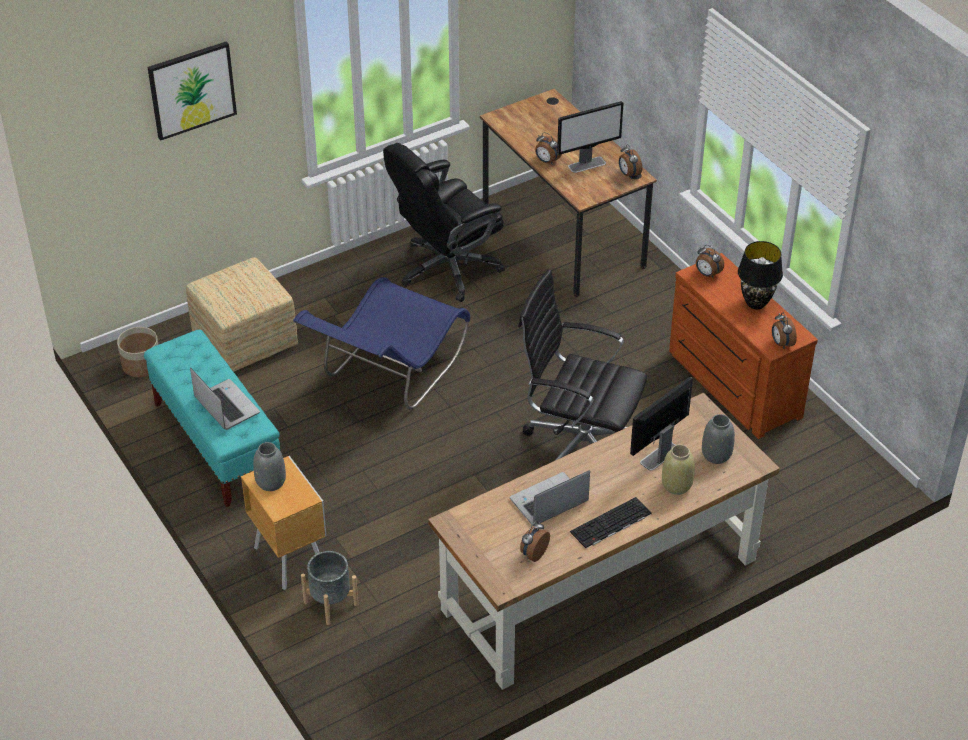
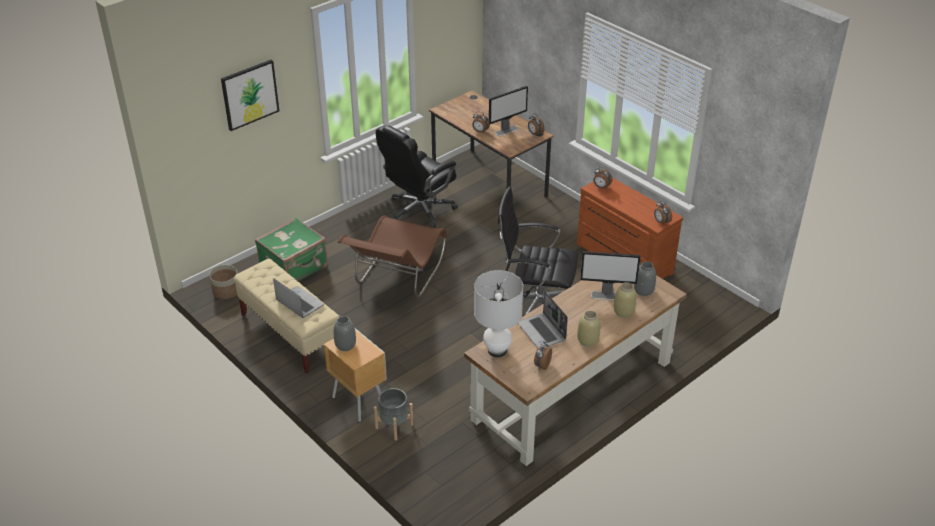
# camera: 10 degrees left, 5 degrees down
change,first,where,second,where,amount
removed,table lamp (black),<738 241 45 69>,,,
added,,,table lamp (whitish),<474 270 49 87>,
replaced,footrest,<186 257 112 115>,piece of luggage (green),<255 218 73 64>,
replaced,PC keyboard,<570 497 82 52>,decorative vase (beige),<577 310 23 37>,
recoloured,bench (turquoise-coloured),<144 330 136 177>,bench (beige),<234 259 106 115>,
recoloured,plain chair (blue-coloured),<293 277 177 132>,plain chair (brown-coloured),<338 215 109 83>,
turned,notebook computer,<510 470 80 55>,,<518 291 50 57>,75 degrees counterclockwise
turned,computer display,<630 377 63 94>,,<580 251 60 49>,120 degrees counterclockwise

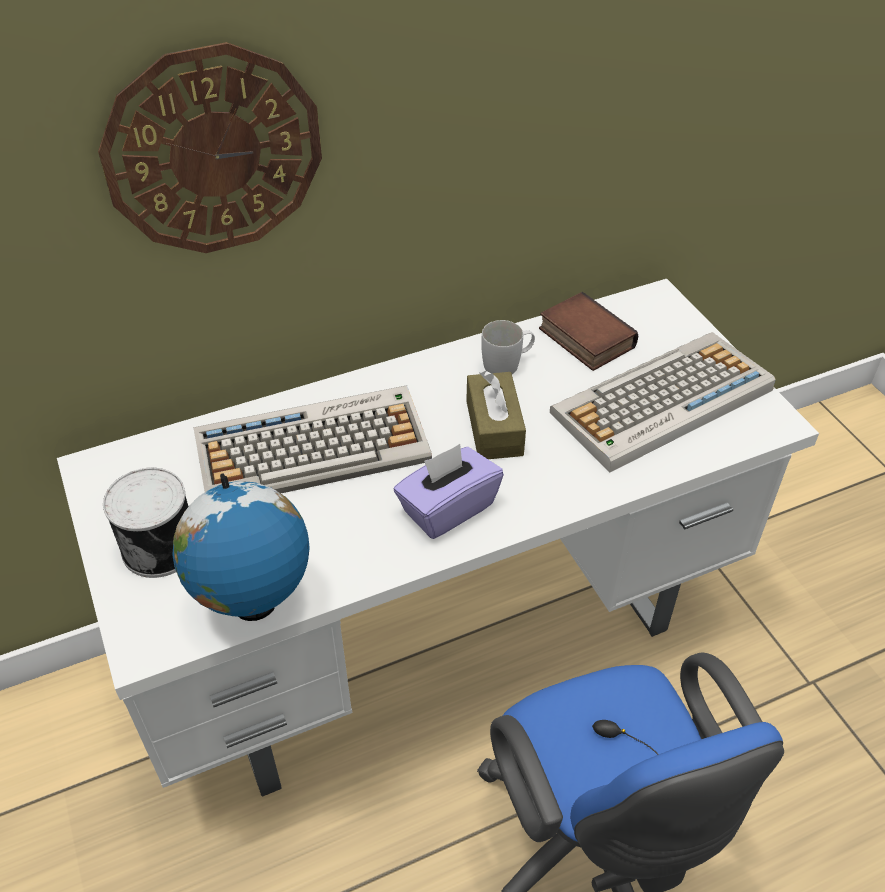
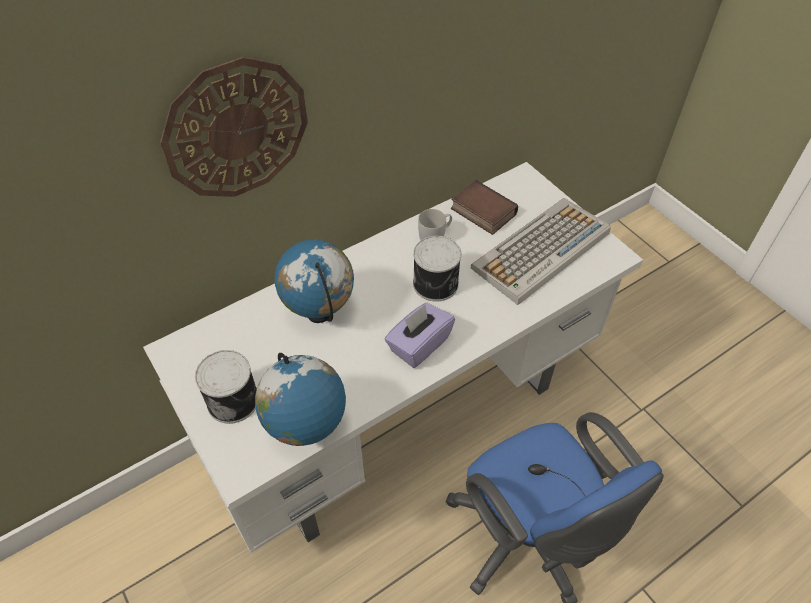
# camera: 10 degrees left, 5 degrees up
change,first,where,second,where,amount
replaced,PC keyboard,<194 385 238 108>,globe,<274 239 80 84>,
replaced,tissue holder (brown-coloured),<466 371 60 88>,sealed can,<413 236 48 66>,

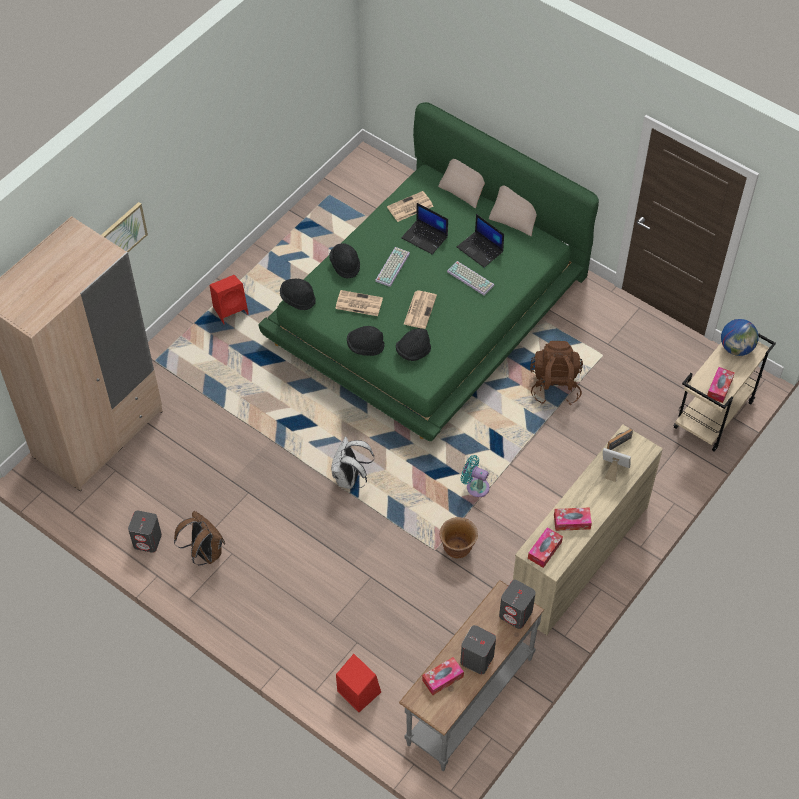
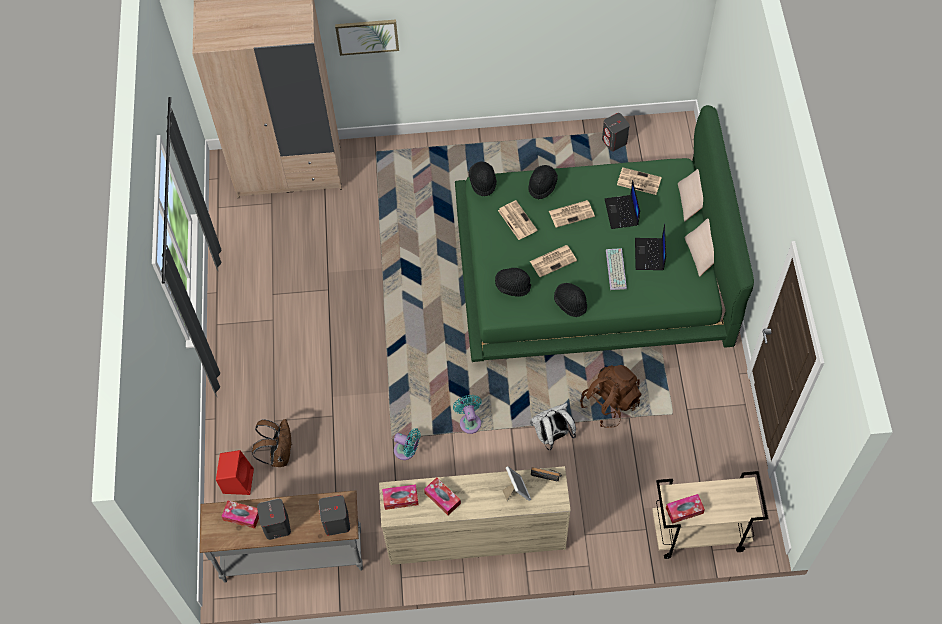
# camera: 50 degrees right, 5 degrees up
change,first,where,second,where,amount
removed,speaker (red-coloured),<210 275 39 49>,,,
removed,globe,<721 319 38 37>,,,
moved,speaker (gray),<128 510 34 43>,,<602 113 28 38>,
moved,rucksack (brown-coloured),<174 511 51 54>,,<252 419 40 48>,
moved,rucksack (whitish),<331 436 43 53>,,<530 403 46 47>,
moved,wearable hat (black),<347 326 38 30>,,<554 283 33 34>,
replaced,PC keyboard,<375 247 35 40>,printed paper,<549 200 46 28>,
replaced,planter (brown-coloured),<440 517 38 41>,electric fan (turquoise-coloured),<394 428 27 32>,

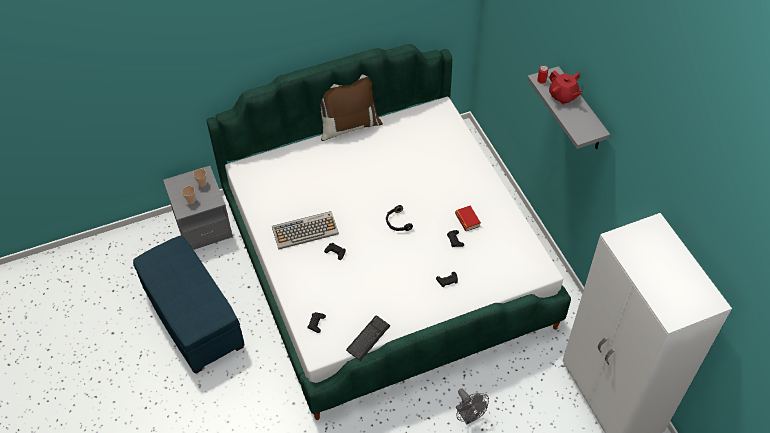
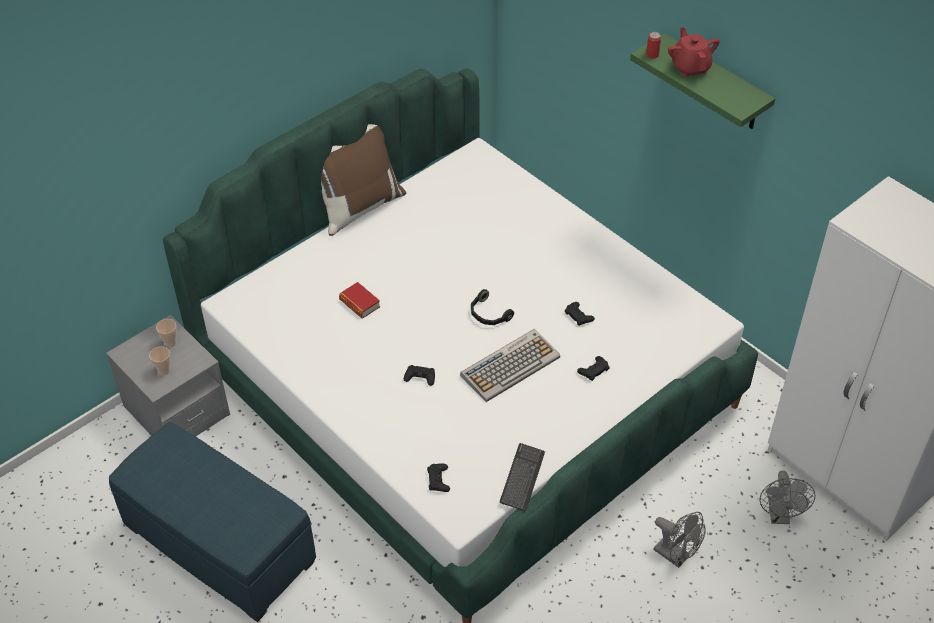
# camera: 20 degrees left, 5 degrees down
change,first,where,second,where,amount
added,,,electric fan (gray),<760 470 55 54>,
moved,PC keyboard,<272 211 67 39>,,<460 329 100 73>,
moved,book,<455 205 26 26>,,<339 282 41 36>,
recoloured,bracket shelf (gray),<527 66 83 83>,bracket shelf (green),<630 33 145 96>,
turned,pot for tea (red-coloured),<549 70 34 34>,,<668 27 52 50>,135 degrees counterclockwise

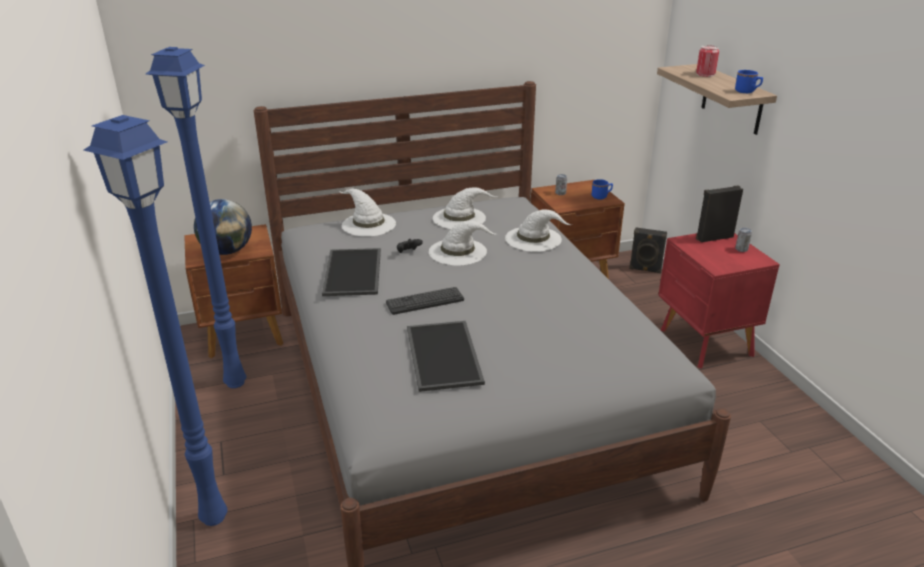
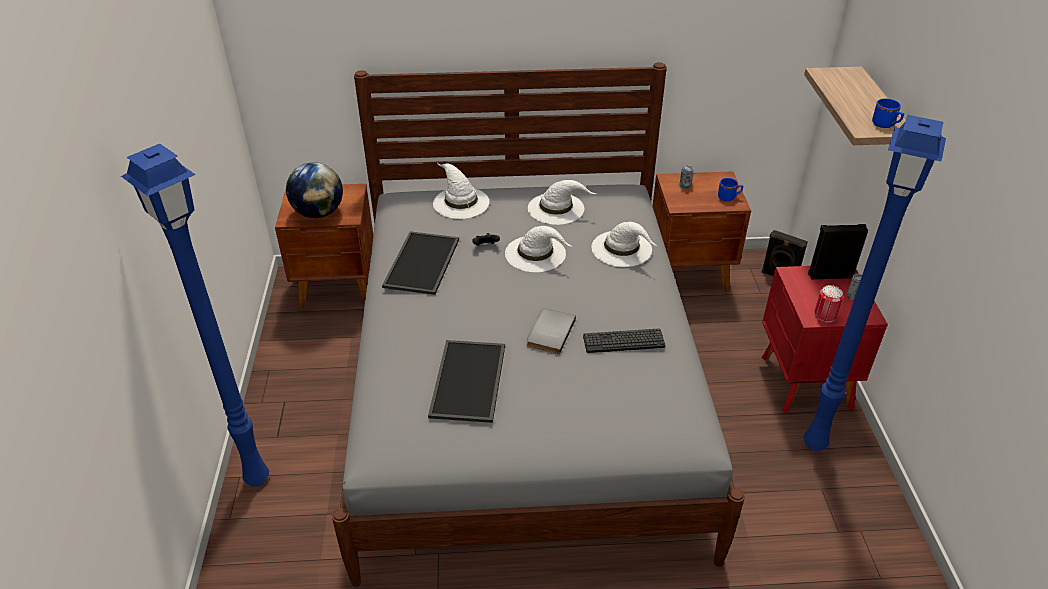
# camera: 15 degrees right, 10 degrees up
change,first,where,second,where,amount
added,,,book (gray),<527 308 49 46>,
moved,standing lamp (blue-coloured),<146 47 100 341>,,<804 115 142 336>,
moved,PC keyboard,<386 287 78 28>,,<583 329 82 24>,
moved,sealed can,<696 45 23 32>,,<814 285 29 38>,

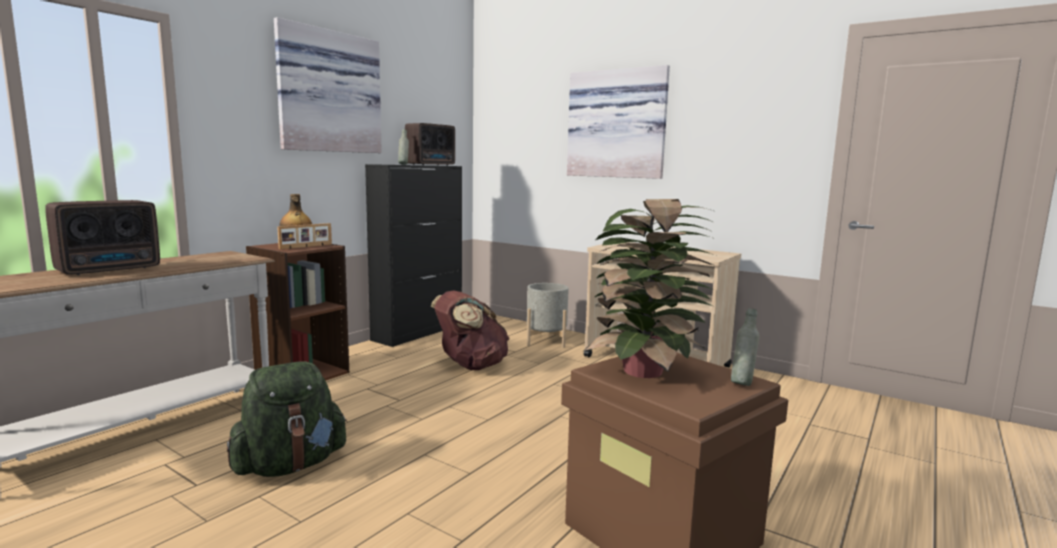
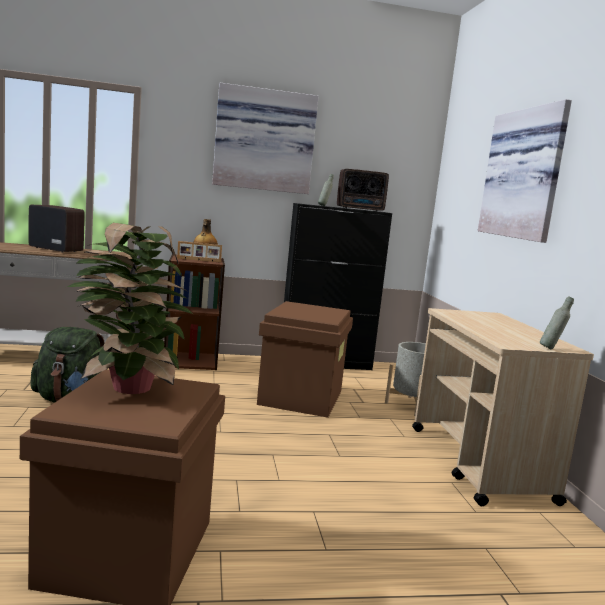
# camera: 45 degrees right, 0 degrees up
change,first,where,second,where,amount
moved,beverage bottle (gray),<731 308 28 78>,,<540 296 34 53>,
replaced,rucksack (brown-coloured),<431 290 79 80>,storage box (brown-coloured),<257 301 96 117>,
turned,radio set,<45 200 115 75>,,<28 205 57 48>,150 degrees counterclockwise

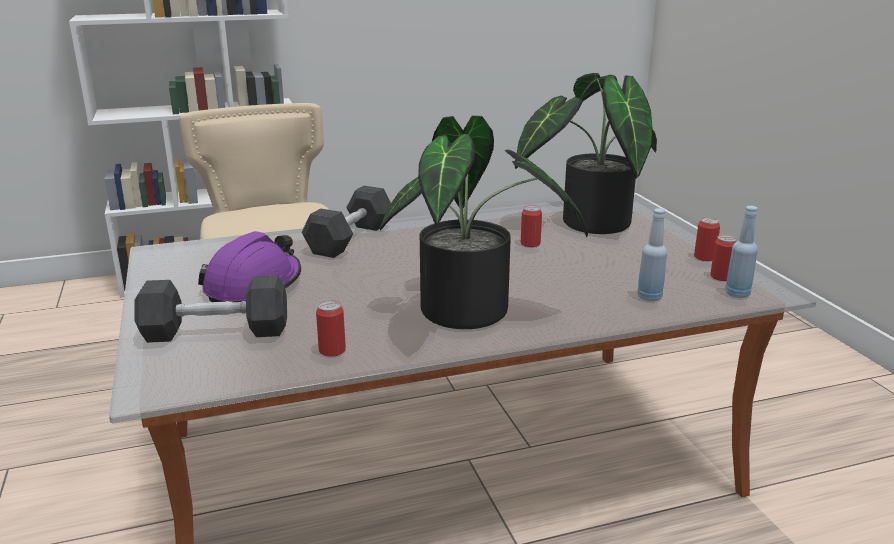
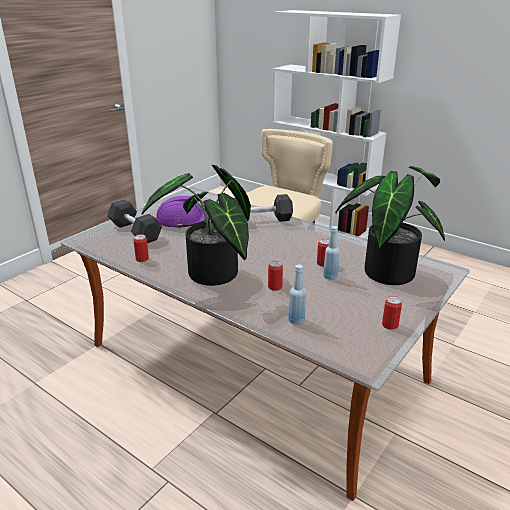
# camera: 55 degrees right, 5 degrees up
change,first,where,second,where,amount
moved,sealed can,<710 235 28 46>,,<268 260 15 31>,
moved,beverage bottle (blue-coloured),<725 206 33 92>,,<323 226 17 54>,

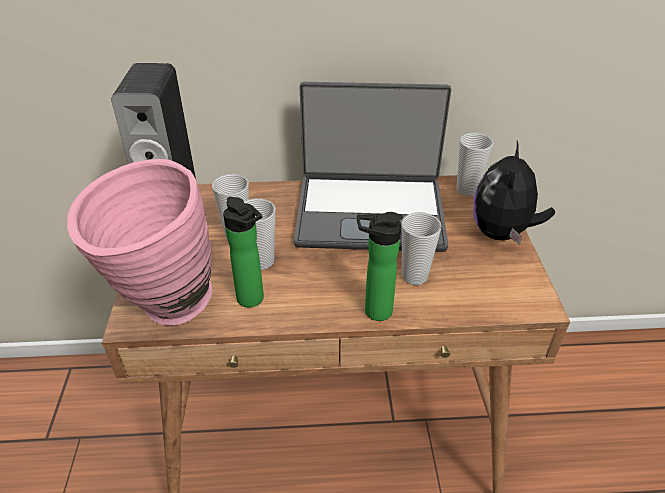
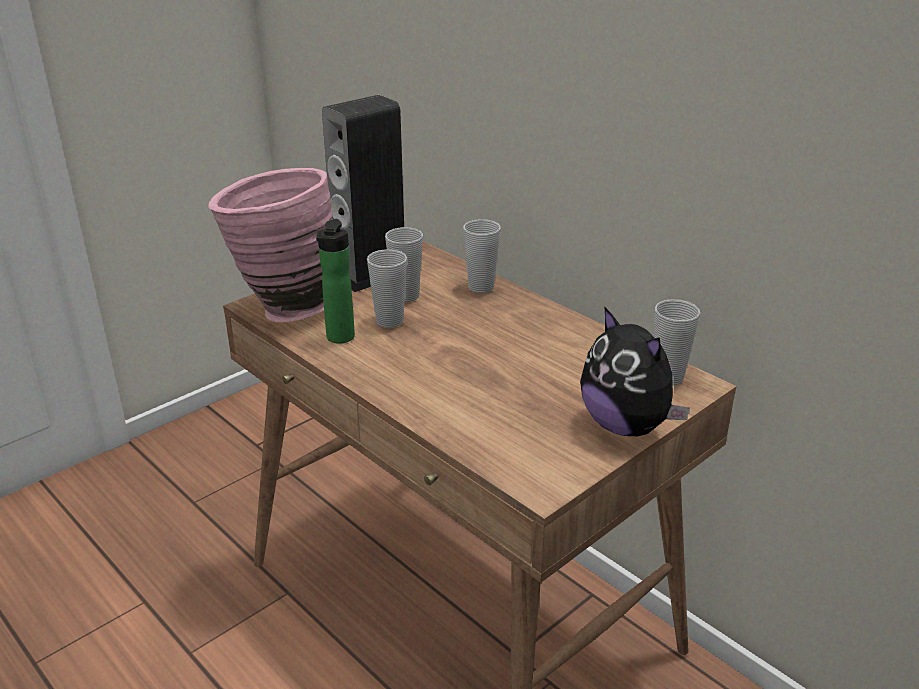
# camera: 50 degrees right, 10 degrees down
change,first,where,second,where,amount
removed,notebook computer,<294 82 157 170>,,,
removed,beverage bottle,<357 212 46 109>,,,
moved,drinking cup,<402 212 40 73>,,<463 219 38 74>,
turned,soft toy,<473 141 82 104>,,<580 306 110 130>,105 degrees counterclockwise

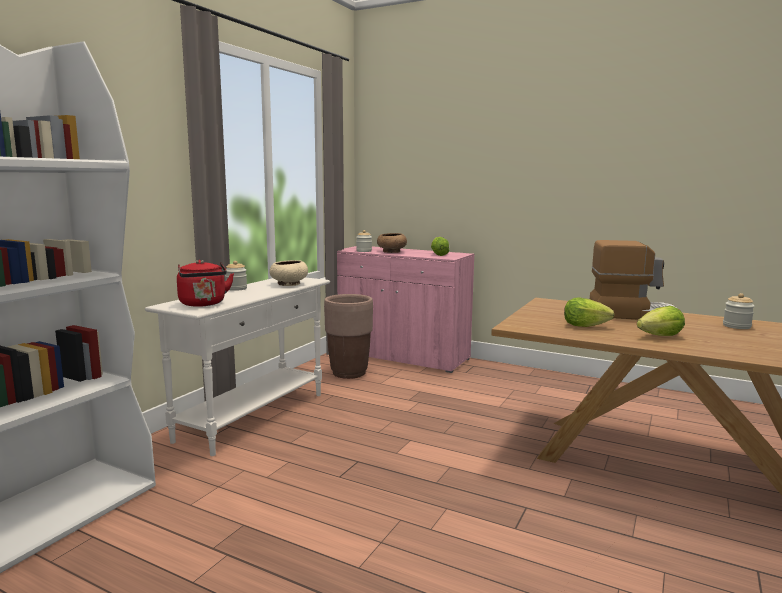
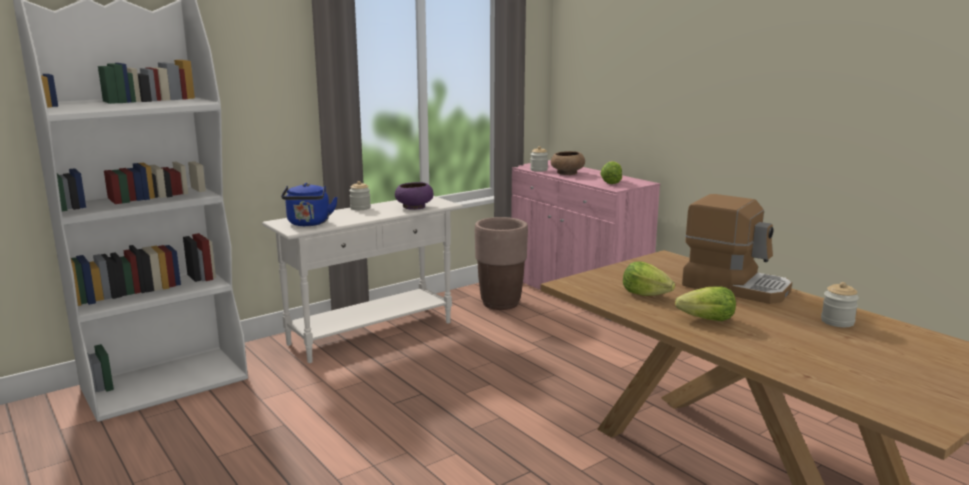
# camera: 25 degrees right, 5 degrees up
change,first,where,second,where,amount
recoloured,tea kettle (red-coloured),<177 260 57 47>,tea kettle (blue-coloured),<281 183 57 43>,
recoloured,serving bowl (beige),<270 260 38 26>,serving bowl (purple-coloured),<395 182 39 28>,

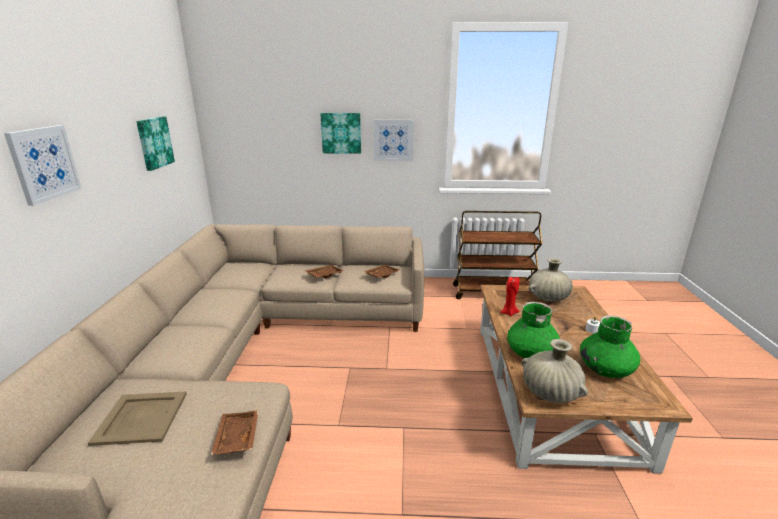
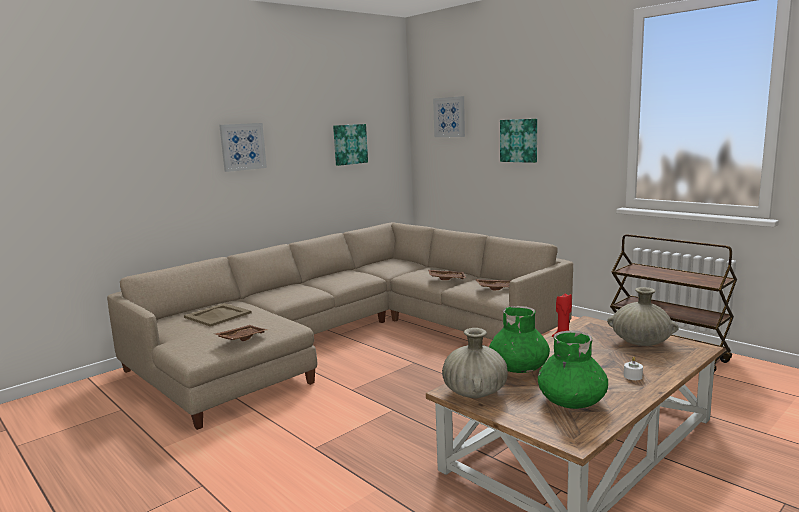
# camera: 45 degrees right, 10 degrees down
change,first,where,second,where,amount
moved,wall picture,<374 120 40 41>,,<433 96 32 41>,

